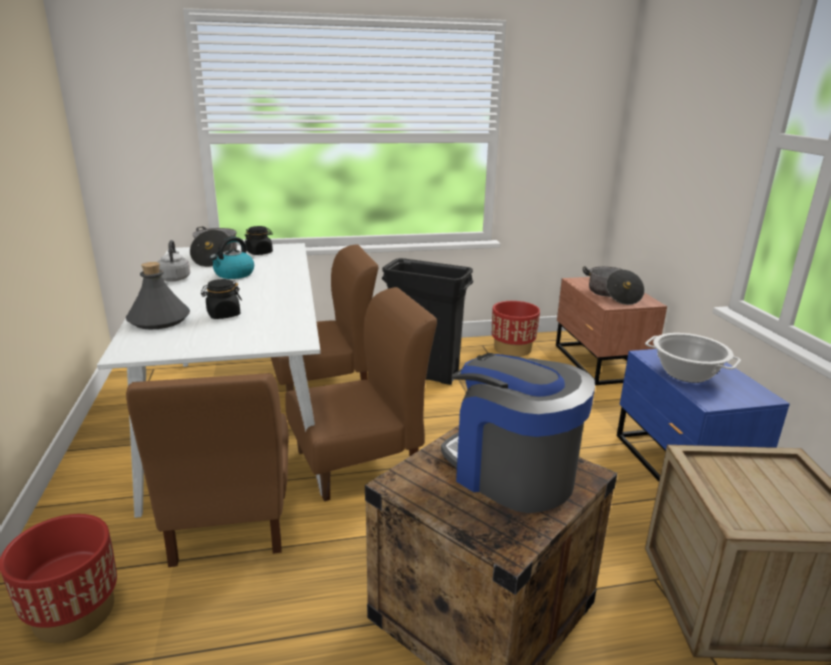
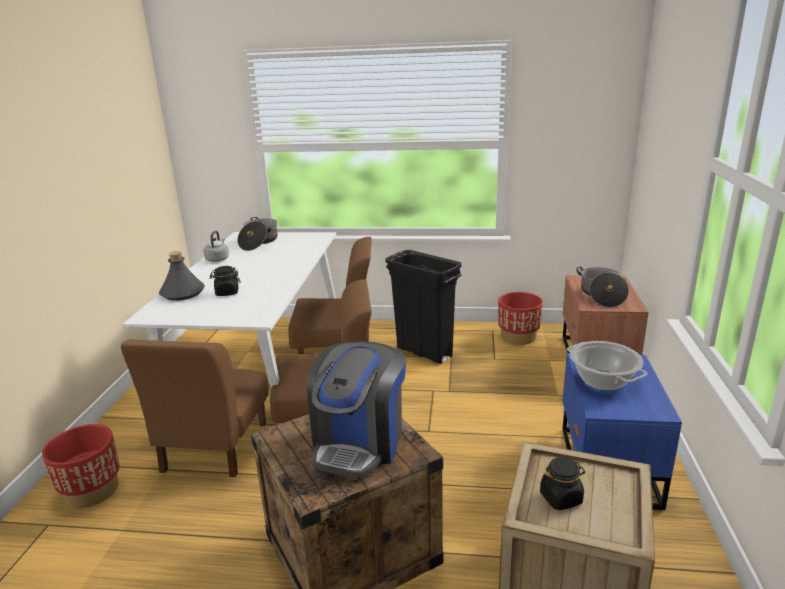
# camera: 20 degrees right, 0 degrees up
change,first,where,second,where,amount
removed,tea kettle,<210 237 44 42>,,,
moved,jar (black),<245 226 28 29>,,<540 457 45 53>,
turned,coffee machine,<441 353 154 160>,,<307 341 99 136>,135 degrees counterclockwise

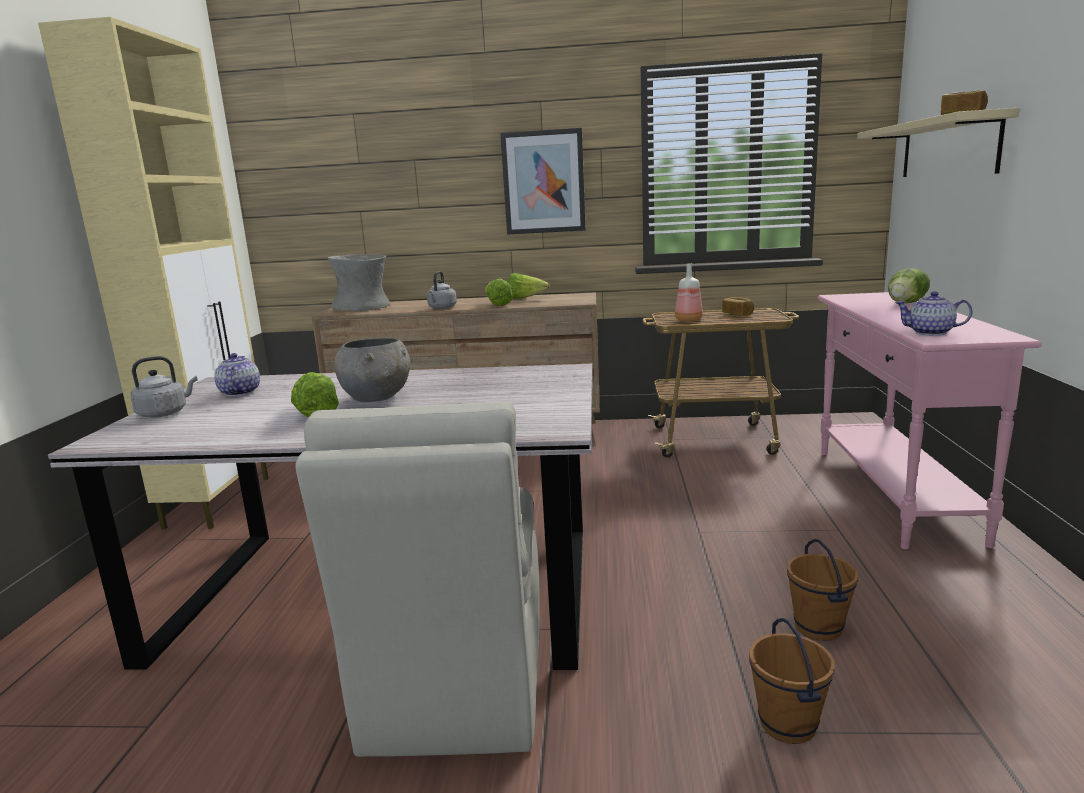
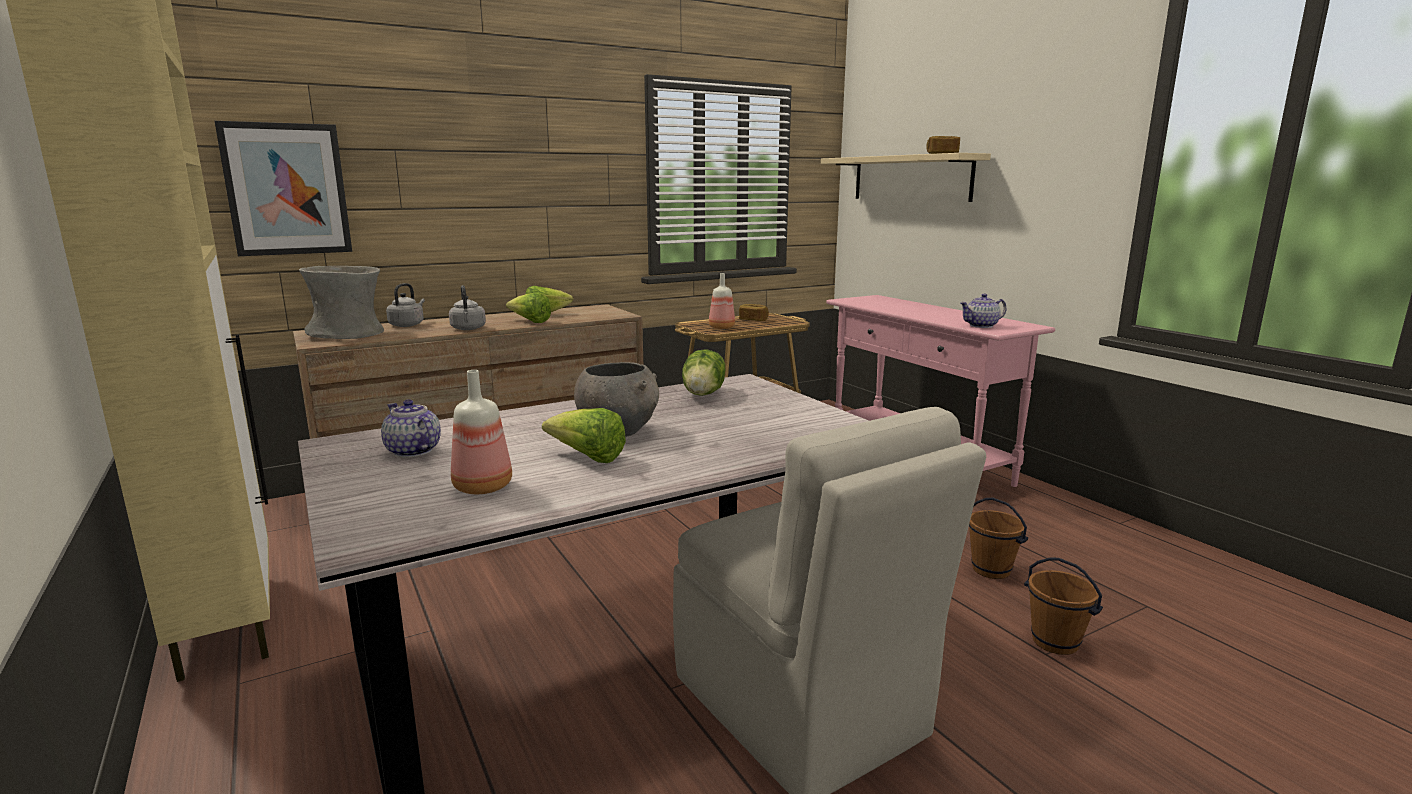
# camera: 35 degrees left, 0 degrees up
change,first,where,second,where,amount
added,,,beverage bottle,<451 370 61 124>,
moved,tea kettle (gray),<131 356 67 61>,,<386 283 39 44>,
moved,wall picture,<500 128 86 107>,,<215 121 137 135>,
moved,lettuce,<888 268 42 35>,,<682 349 43 47>,

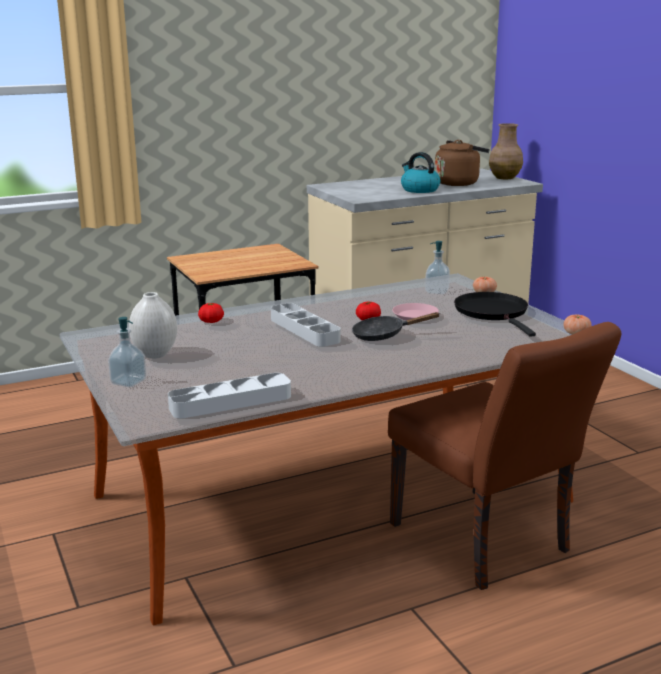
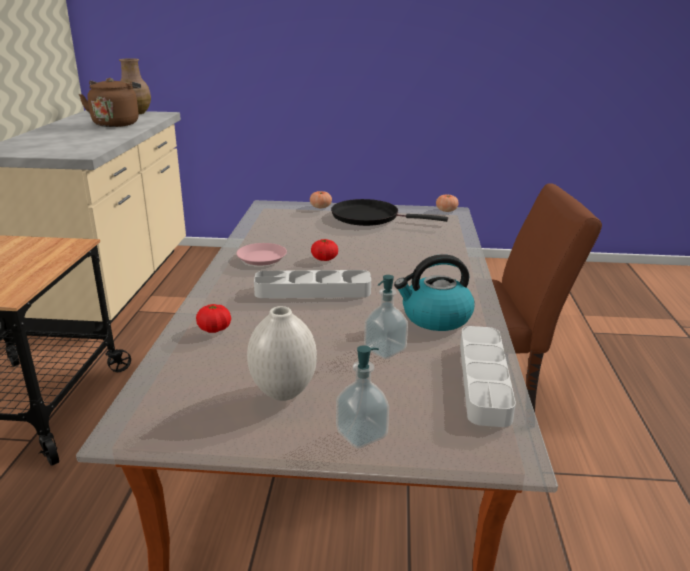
# camera: 60 degrees left, 5 degrees up
change,first,where,second,where,amount
removed,skillet (black),<352 312 87 29>,,,
moved,flat dish (pinkish),<392 303 47 18>,,<236 243 51 22>,
moved,tea kettle,<401 152 39 41>,,<394 254 81 77>,
moved,soap bottle,<425 241 25 53>,,<364 275 44 84>,

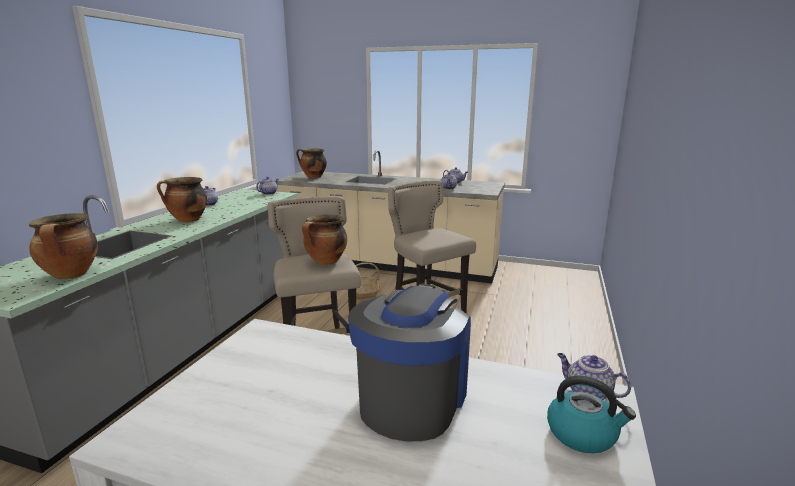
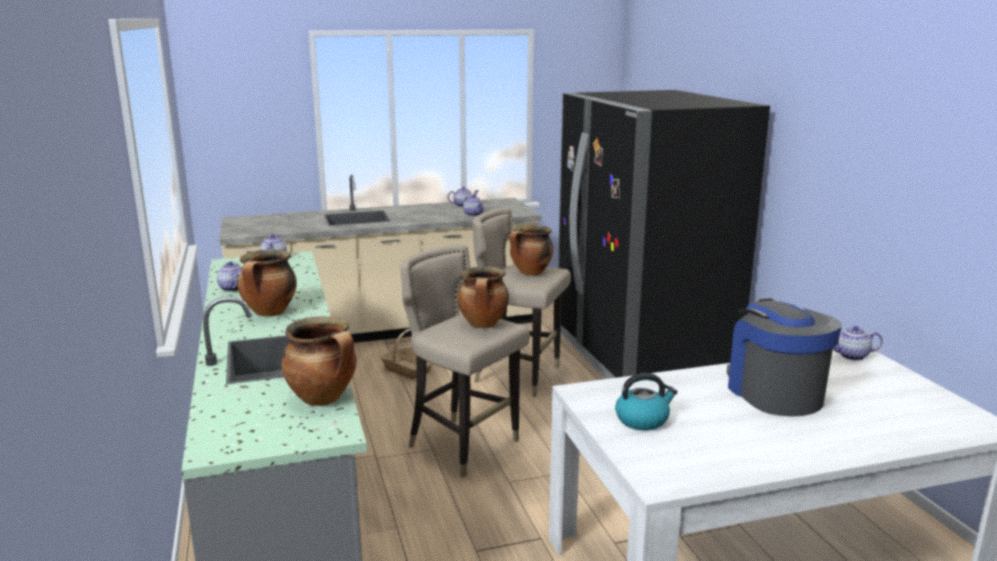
# camera: 35 degrees left, 0 degrees up
change,first,where,second,where,amount
added,,,refrigerator (black),<558 90 212 289>,
moved,cooking pot,<296 149 31 29>,,<509 225 44 51>,
moved,tea kettle,<547 375 89 79>,,<615 373 63 57>,

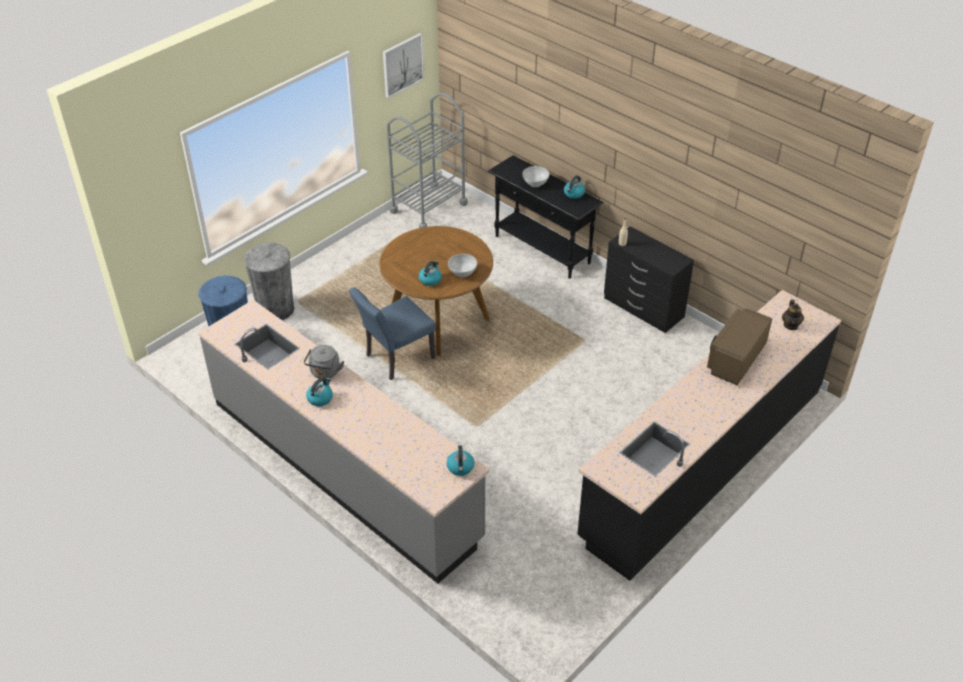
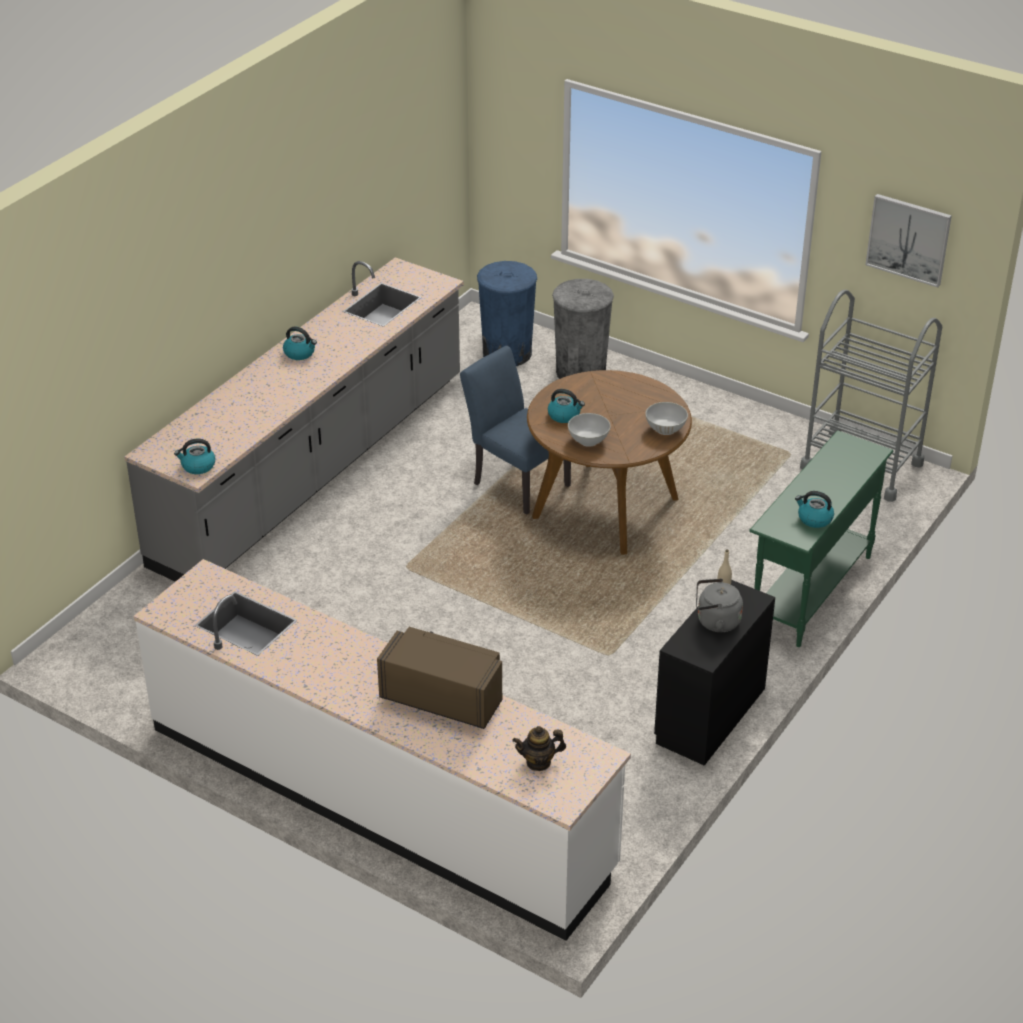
# camera: 80 degrees right, 5 degrees down
change,first,where,second,where,amount
moved,tea kettle (gray),<304 345 40 34>,,<696 578 47 54>,
moved,serving bowl (whitish),<522 166 28 21>,,<645 402 43 33>,
recoloured,console table (black),<488 155 116 124>,console table (green),<749 430 144 217>,
recoloured,counter (black),<577 290 264 291>,counter (whitish),<134 559 497 382>,

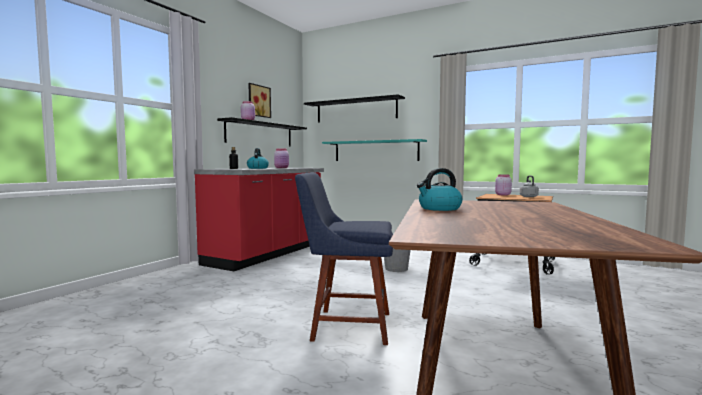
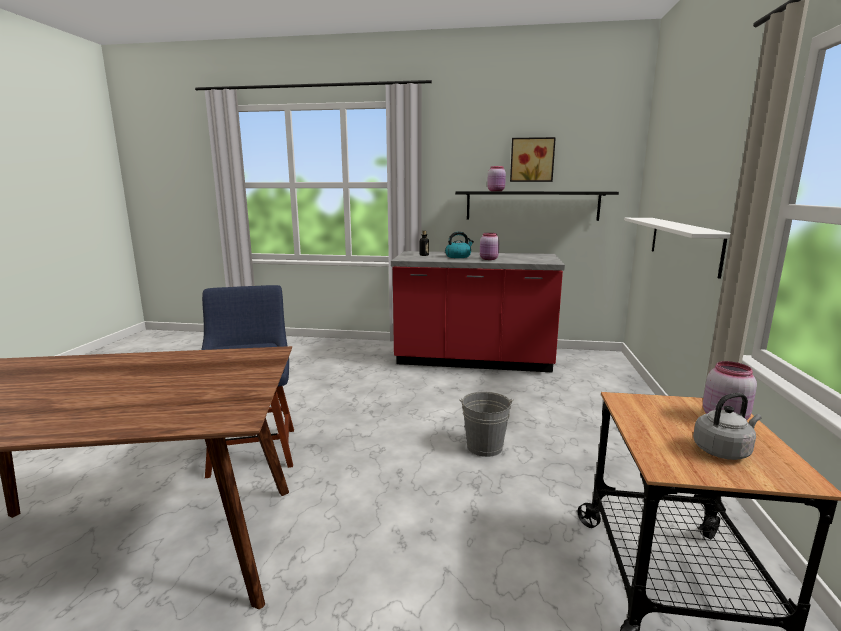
# camera: 70 degrees right, 10 degrees up
change,first,where,second,where,amount
removed,bracket shelf (black),<304 94 101 29>,,,
removed,tea kettle,<417 168 46 43>,,,
recoloured,bracket shelf (turquoise-coloured),<322 139 105 22>,bracket shelf (whitish),<624 218 106 61>,

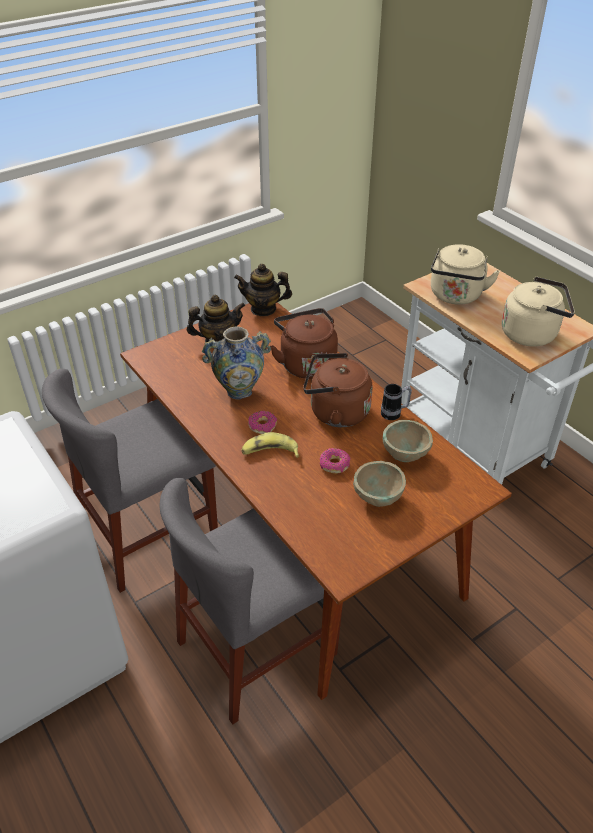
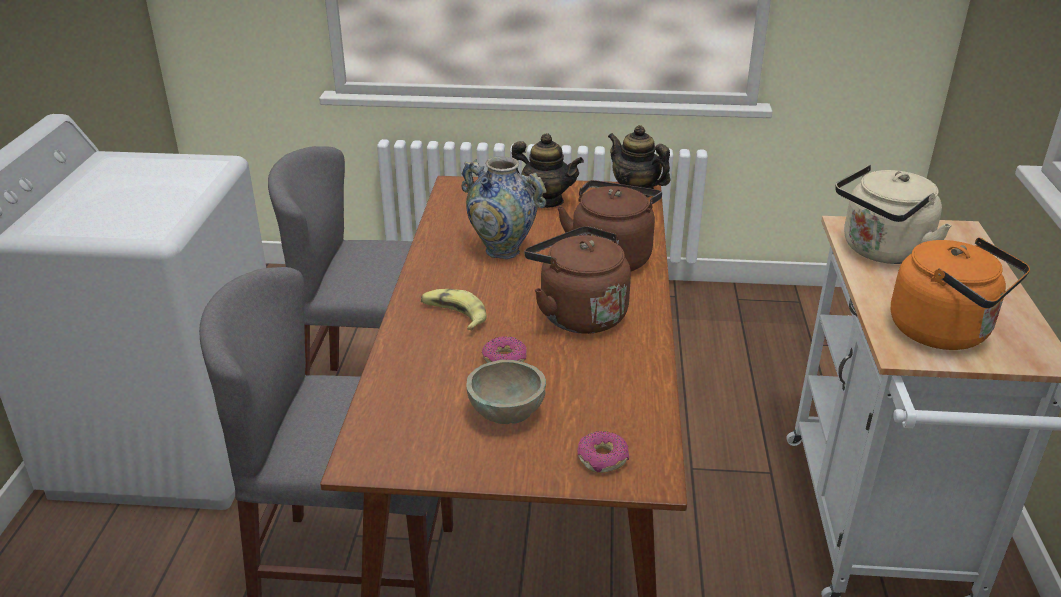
# camera: 40 degrees right, 10 degrees down
change,first,where,second,where,amount
removed,mug,<381 384 31 36>,,,
removed,serving bowl (beige),<383 420 50 42>,,,
moved,doughnut,<248 411 29 23>,,<577 431 52 42>,
recoloured,tea kettle (beige),<502 277 73 70>,tea kettle (orange-coloured),<891 237 139 113>,

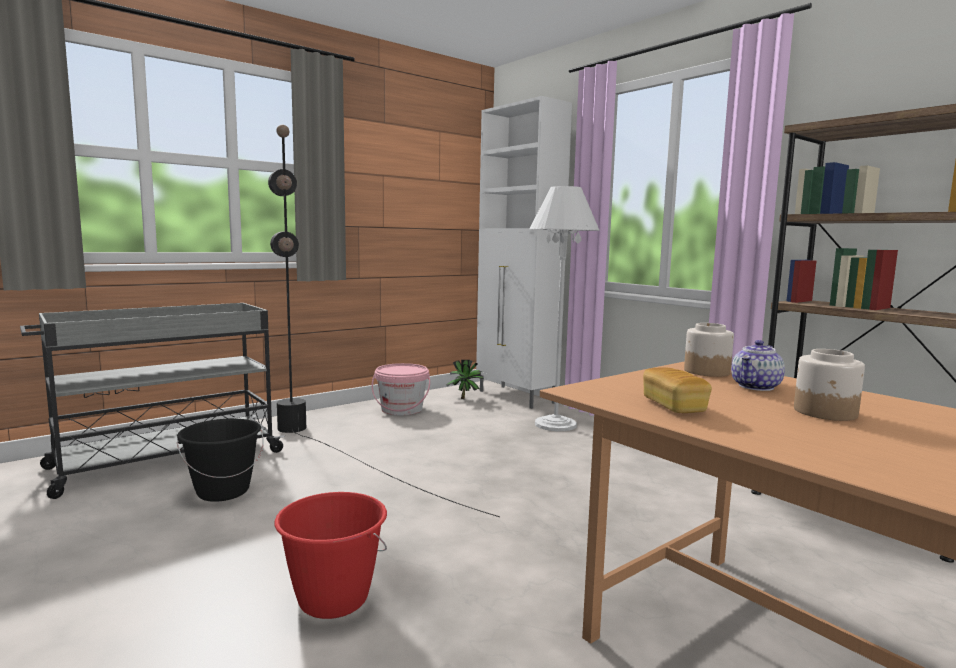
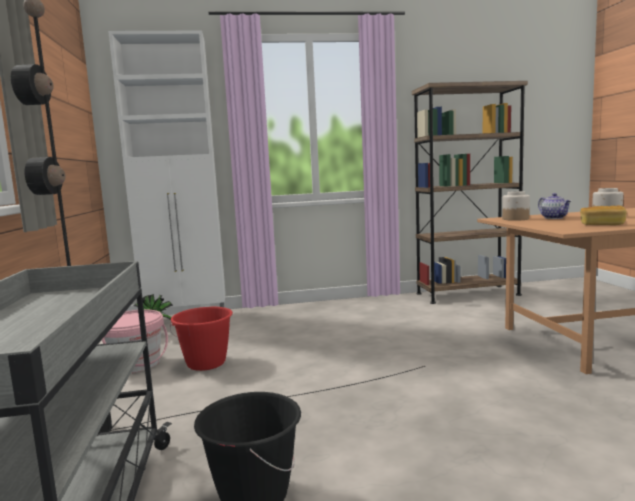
# camera: 60 degrees left, 0 degrees up
change,first,where,second,where,amount
removed,standing lamp (whitish),<529 186 71 245>,,,
moved,pail (red-coloured),<274 492 113 127>,,<170 307 63 64>,

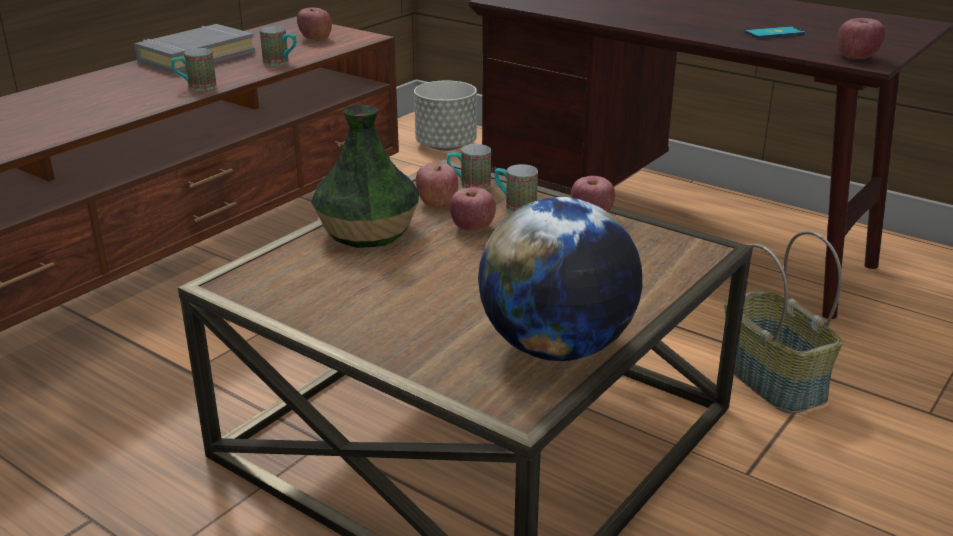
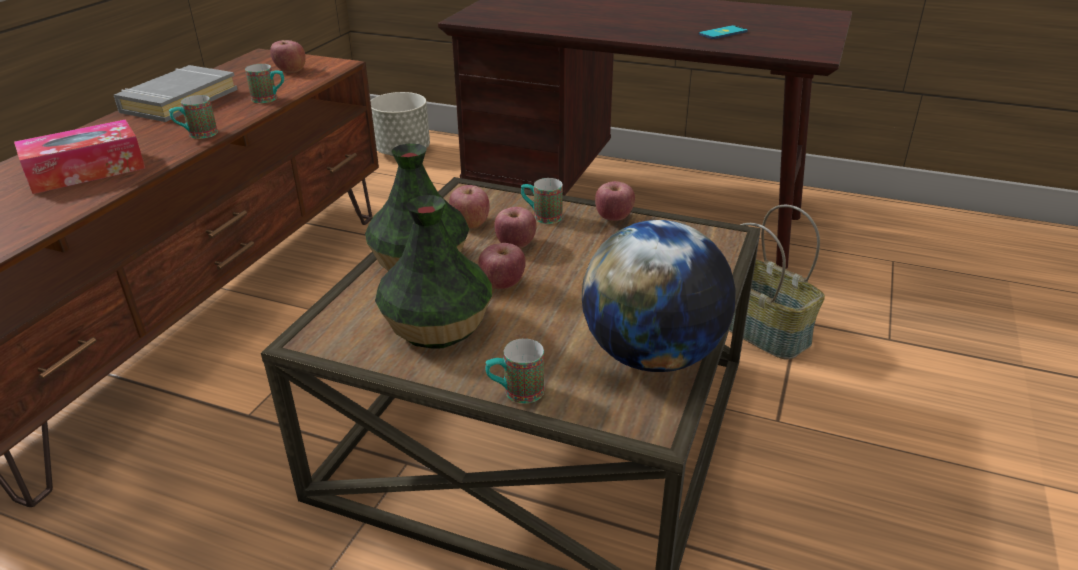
# camera: 15 degrees left, 5 degrees up
change,first,where,second,where,amount
added,,,tissue holder,<14 120 132 74>,
added,,,decorative vase,<375 195 117 154>,
moved,mug,<447 144 44 46>,,<485 338 59 66>,
moved,apple fruit,<837 18 48 41>,,<478 243 48 46>,

